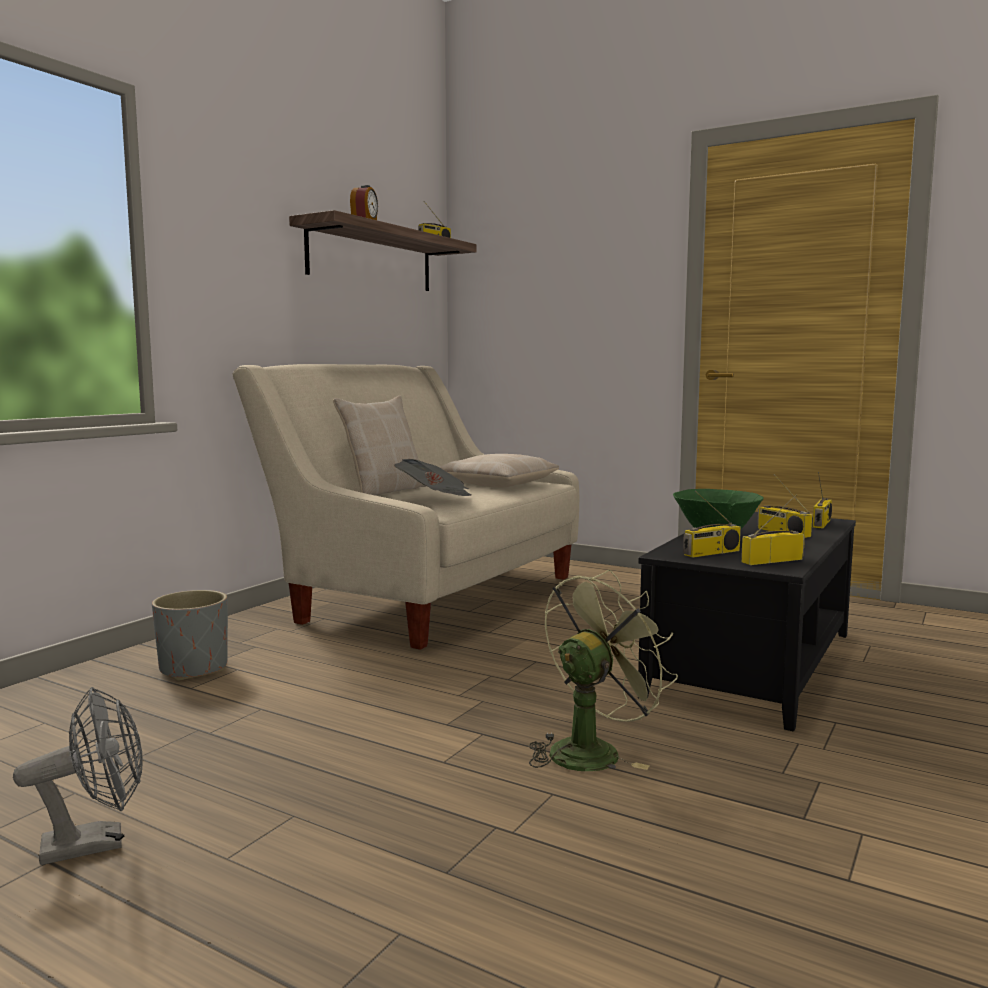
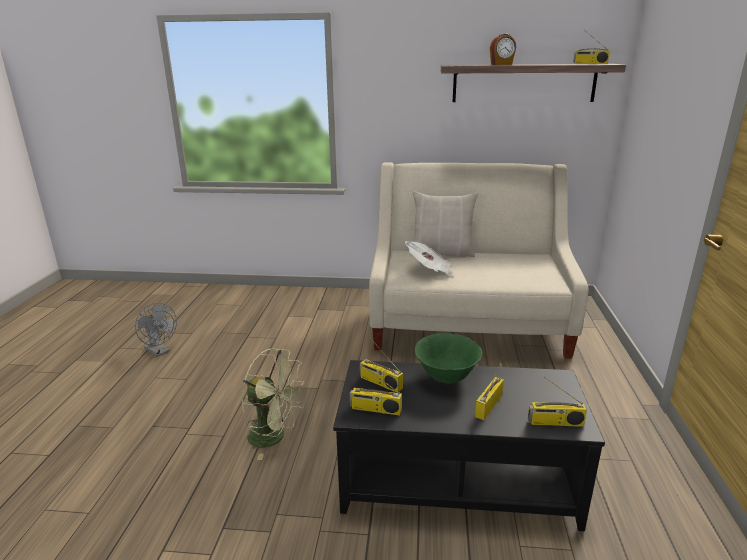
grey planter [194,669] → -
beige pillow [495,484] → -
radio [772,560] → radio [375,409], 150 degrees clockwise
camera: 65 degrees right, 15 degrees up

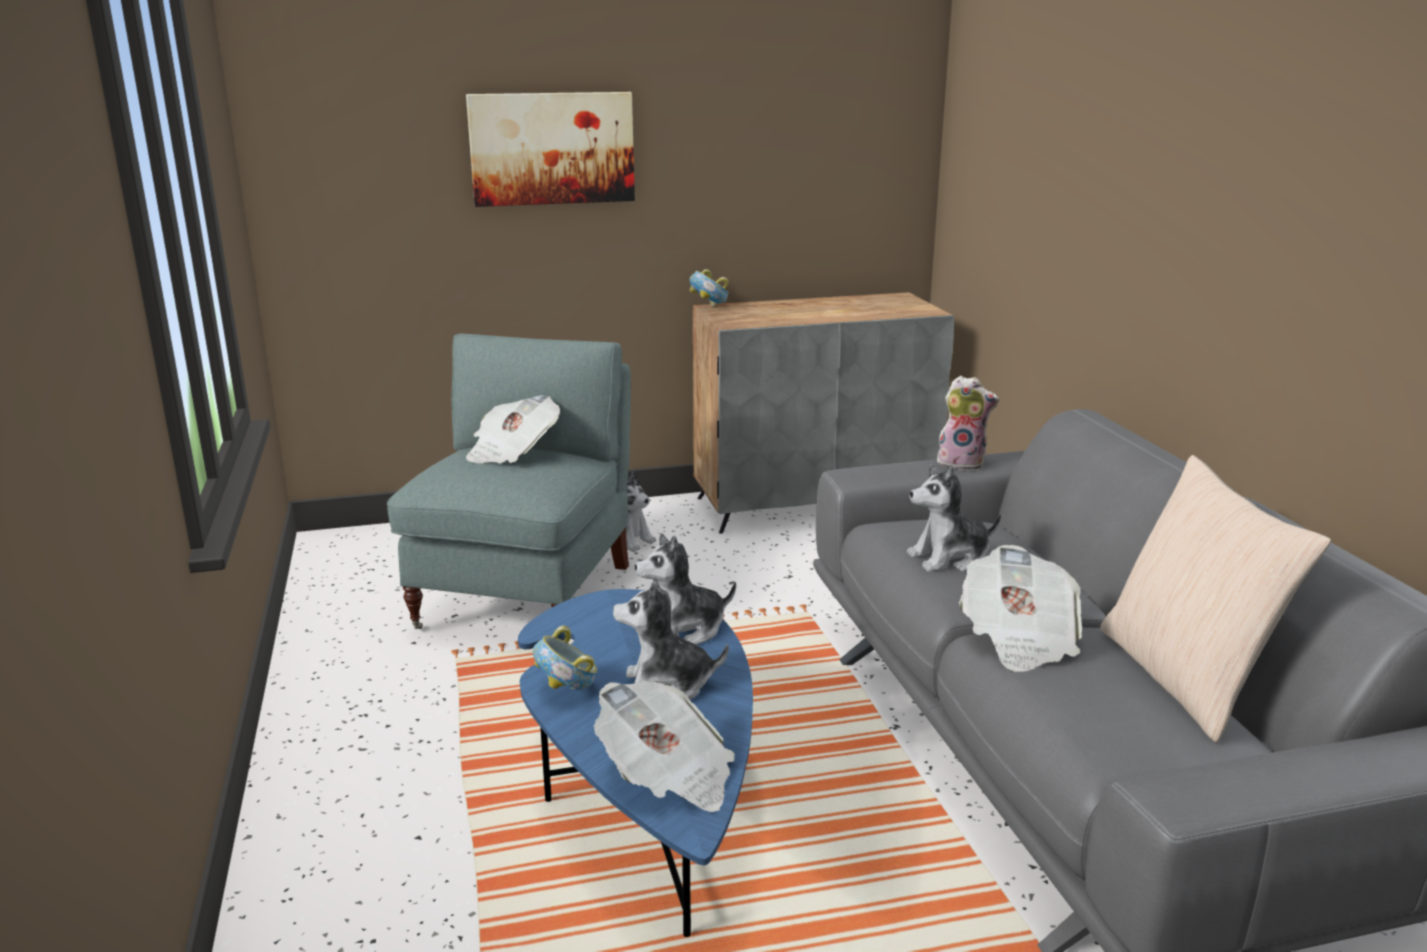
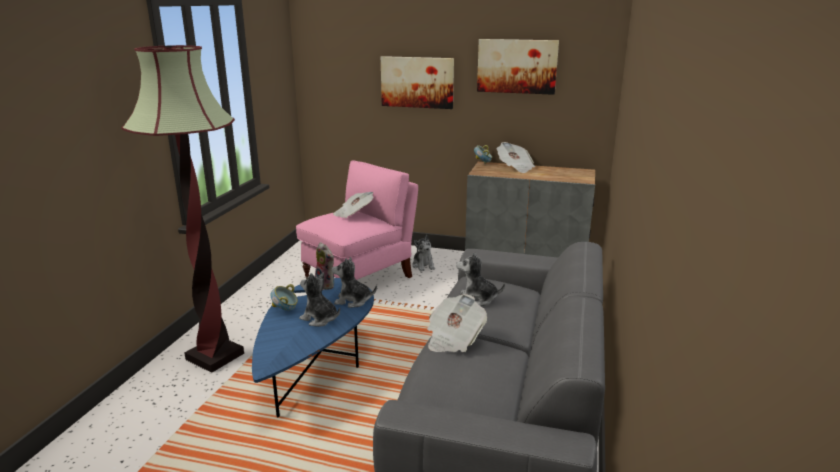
beige pillow [1185,678] → -
- → floor lamp [215,356]
- → picture [517,66]
newspaper [667,776] → newspaper [515,168], relocated
plush toy [962,462] → plush toy [327,285], relocated
grey armchair [526,596] → pink armchair [360,278]
camera: 30 degrees right, 0 degrees up

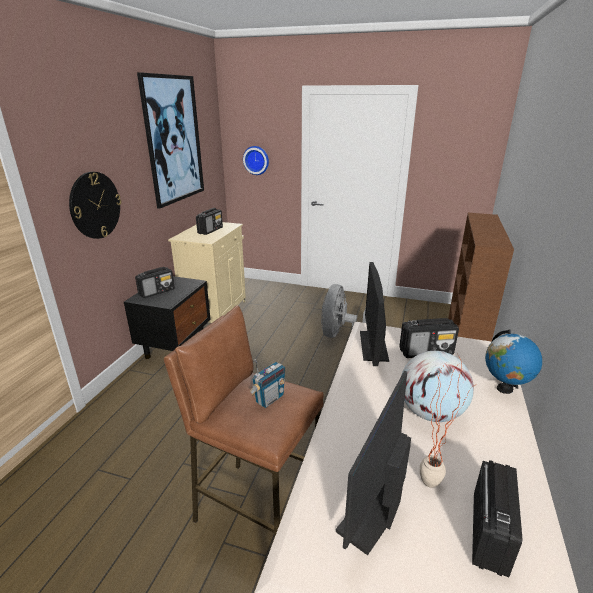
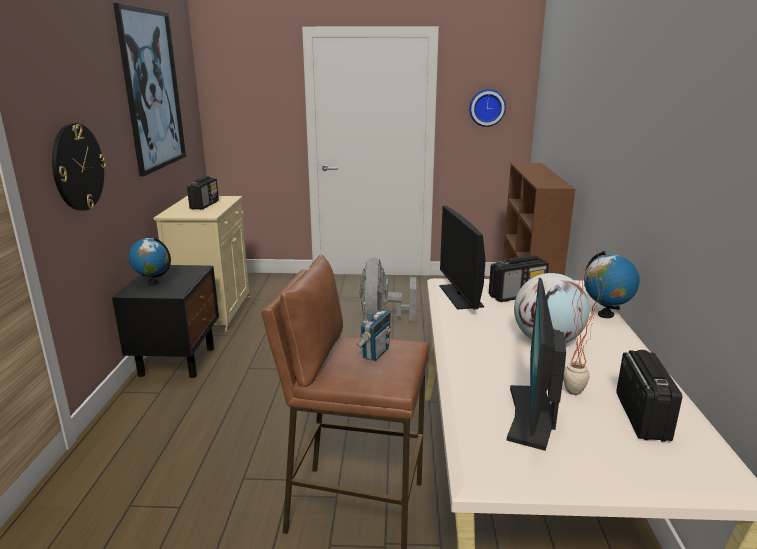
wall clock [256,160] → wall clock [487,107], relocated
radio [157,292] → globe [153,283]
camera: 15 degrees left, 5 degrees down

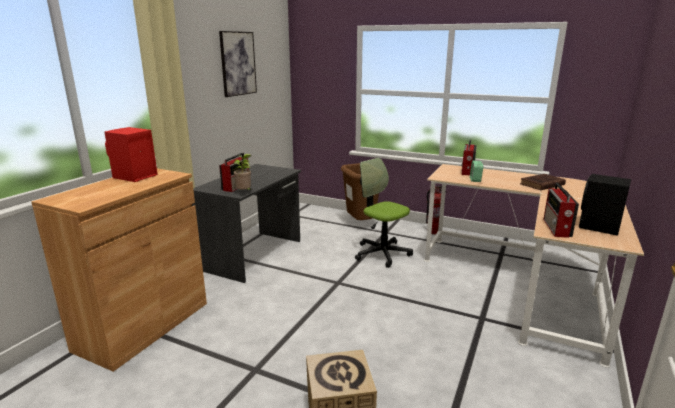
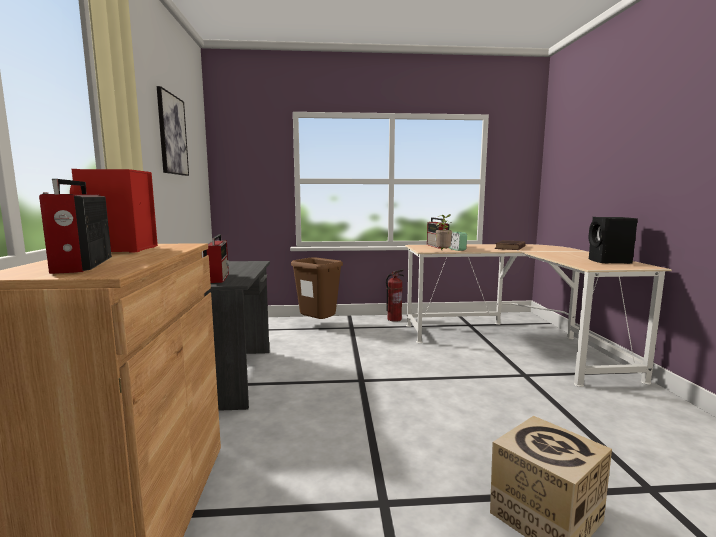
office chair [382,253] → -
potted plant [244,192] → potted plant [443,252], relocated
radio [556,228] → radio [81,265], relocated
camera: 30 degrees left, 10 degrees down

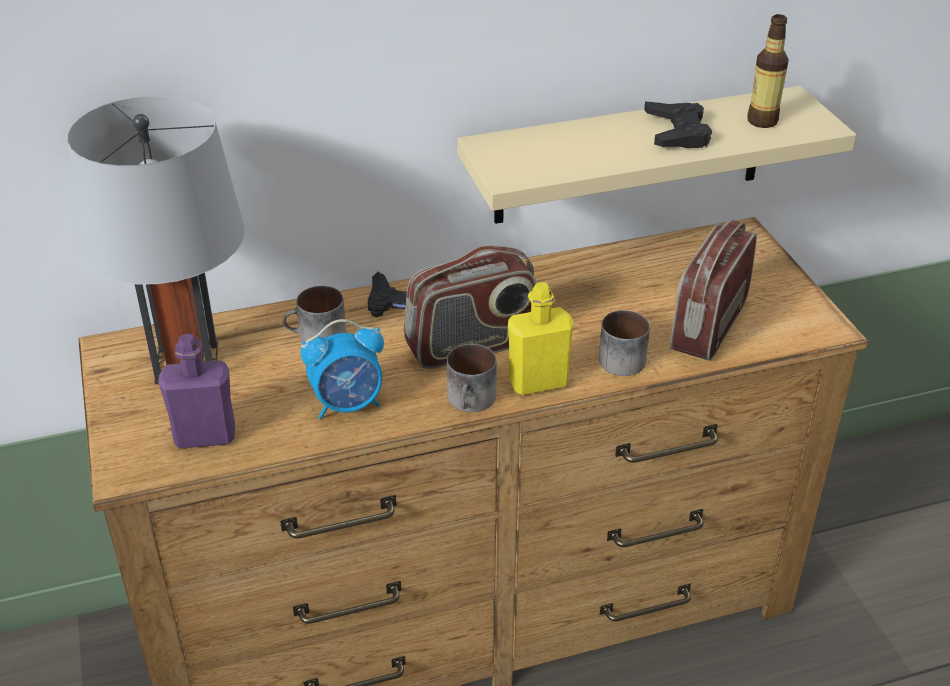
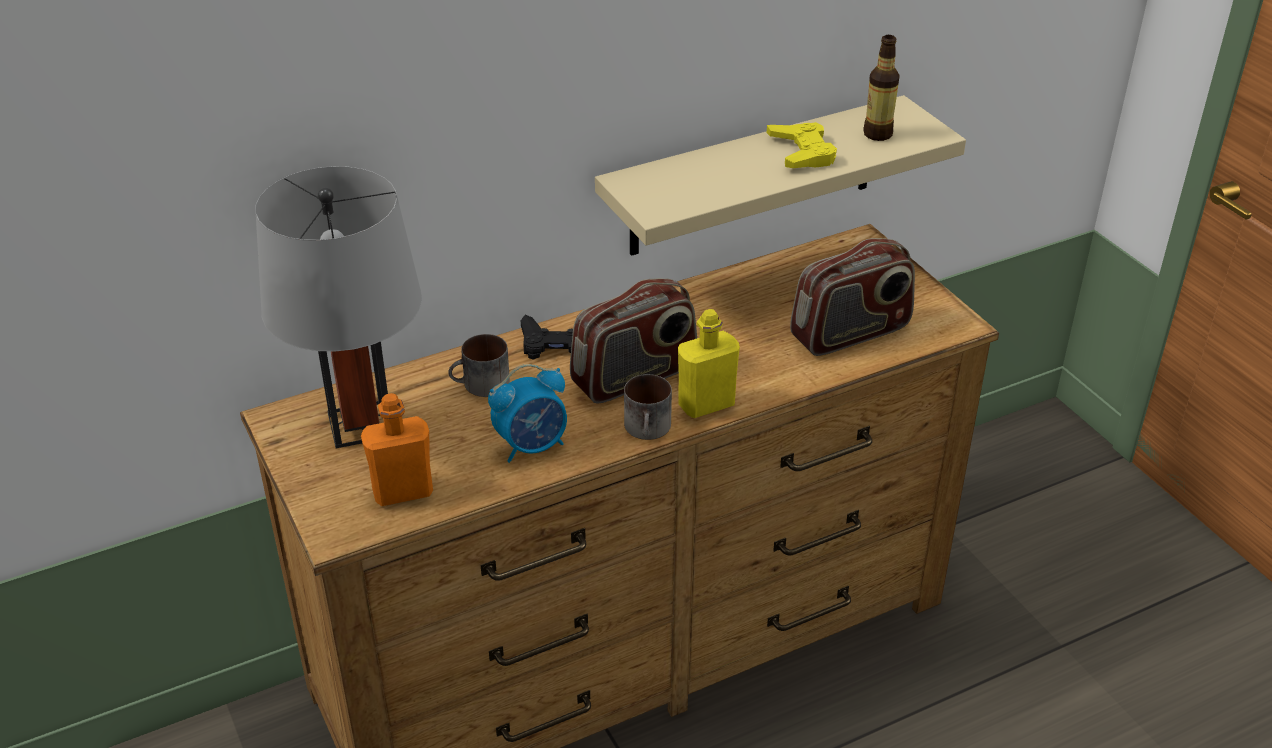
mug [617,357] → -
purple bottle [205,436] → orange bottle [403,492]
black game controller [677,132] → yellow game controller [802,152]
radio [708,325] → radio [851,333], 135 degrees counterclockwise
camera: 10 degrees left, 0 degrees up

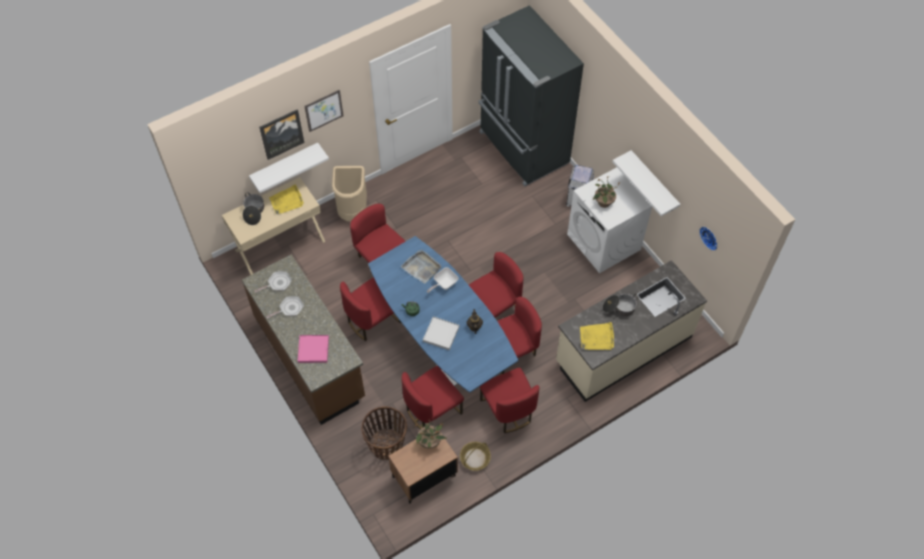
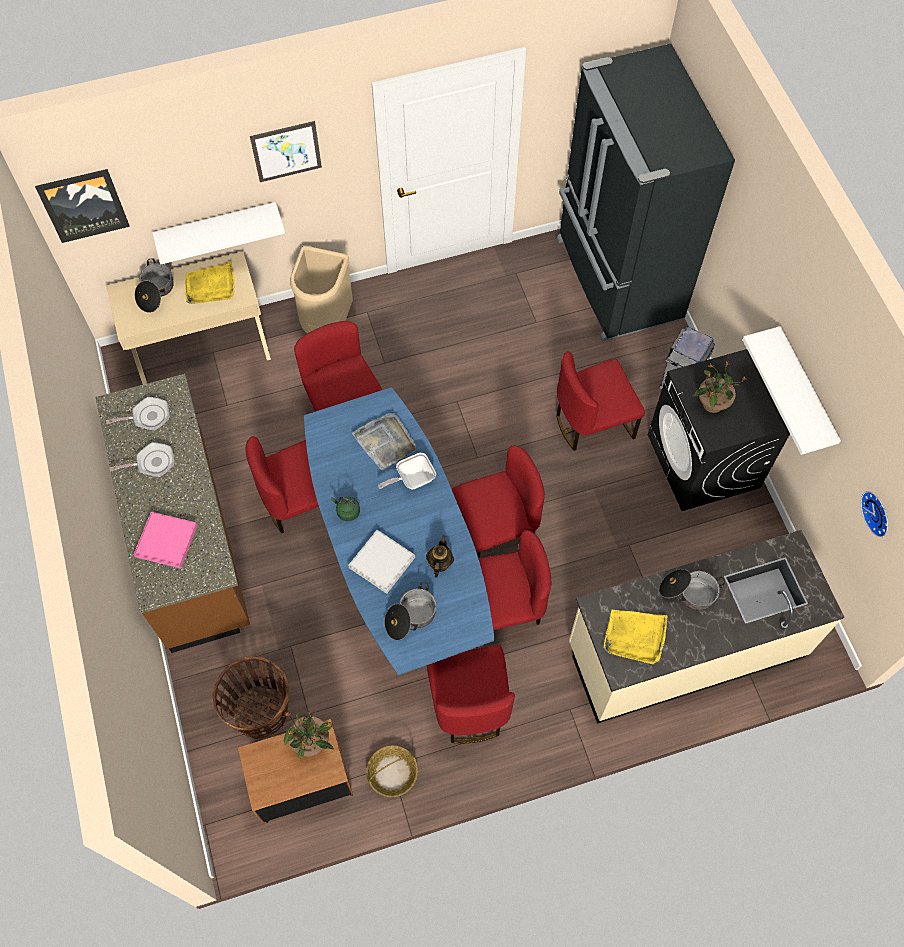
- → cooking pot [410,617]
picture [281,133] → picture [83,205], relocated
red chair [432,409] → red chair [592,422], relocated
white washing machine [604,242] → black washing machine [703,461]
camera: 15 degrees right, 5 degrees up

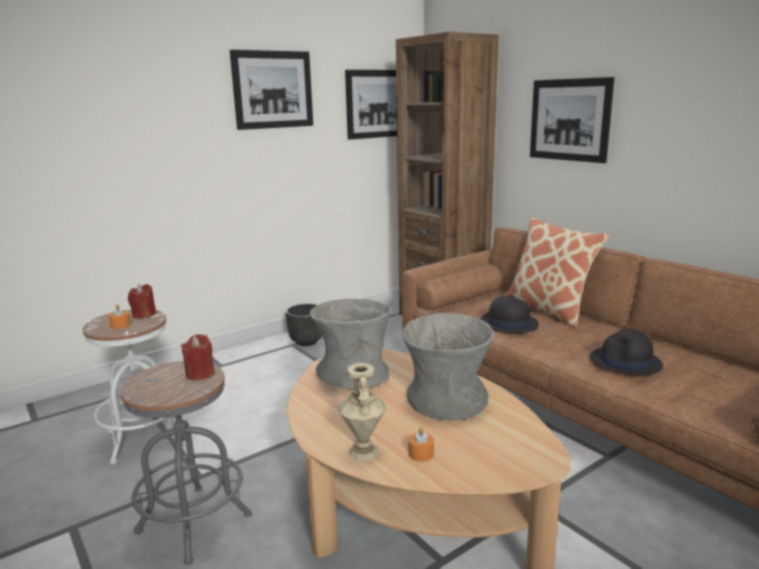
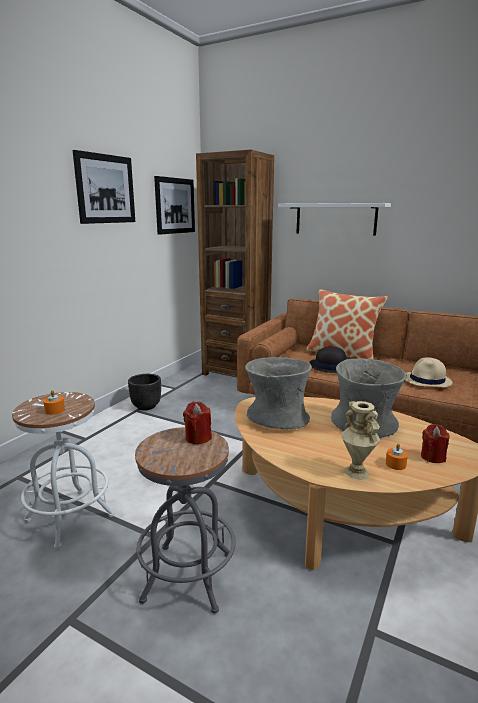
red candle [144,315] → red candle [433,457], relocated
picture [569,120] → white shelf [335,219]
black hat [625,362] → beige hat [427,380]
camera: 25 degrees left, 0 degrees up

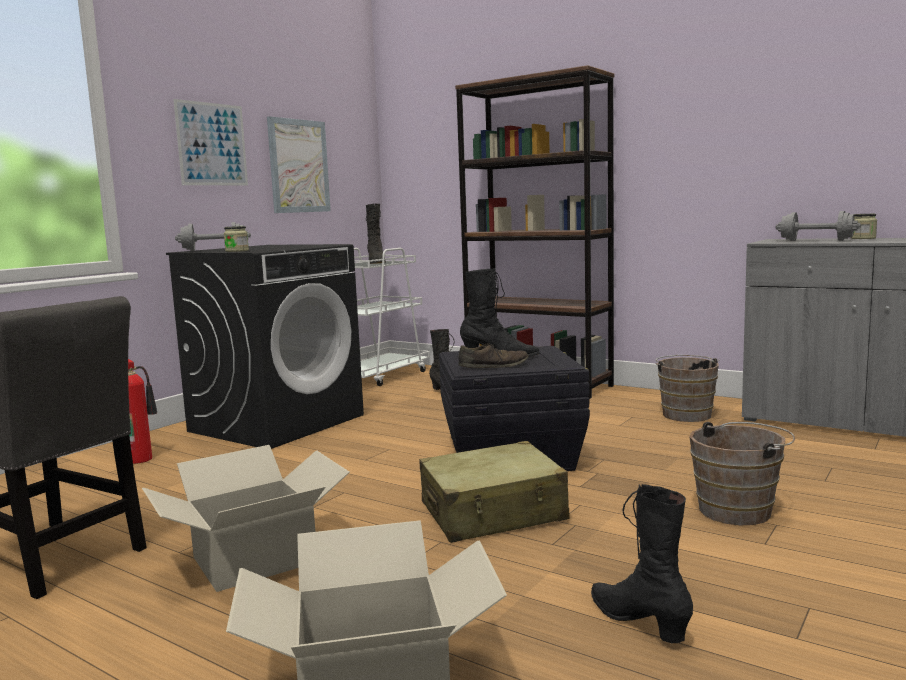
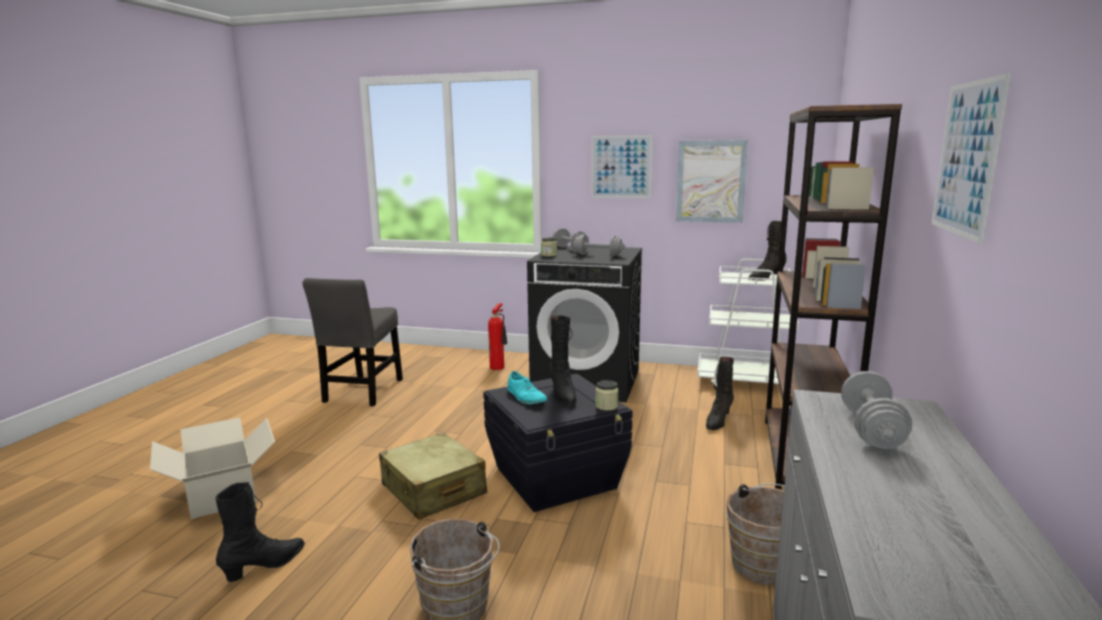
cardboard box [254,559] → -
- → grey dumbbell [598,255]
- → picture [966,159]
jar [863,238] → jar [606,406], relocated
brown shoe [494,365] → turquoise shoe [526,397]
camera: 70 degrees right, 5 degrees up

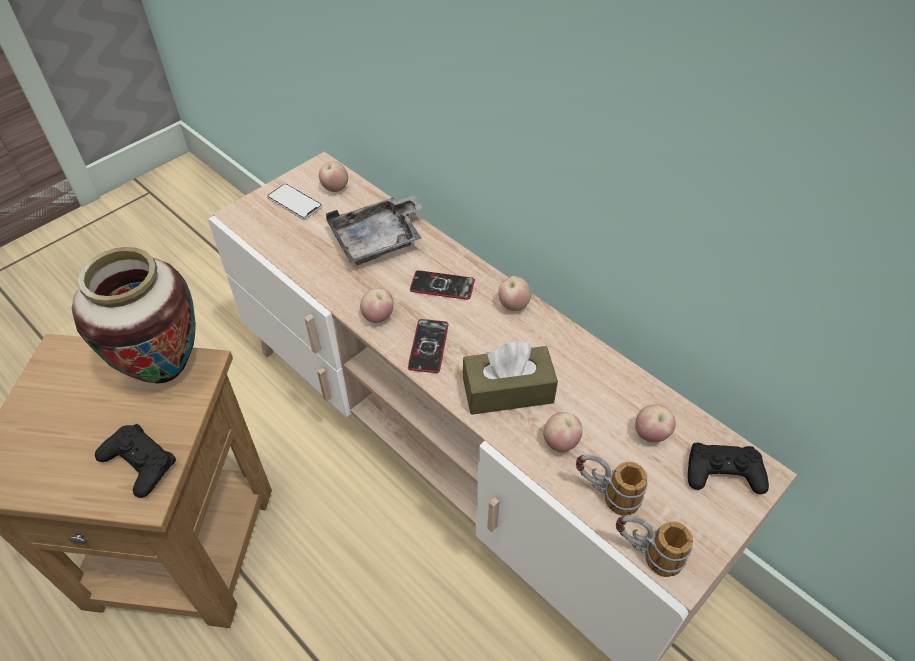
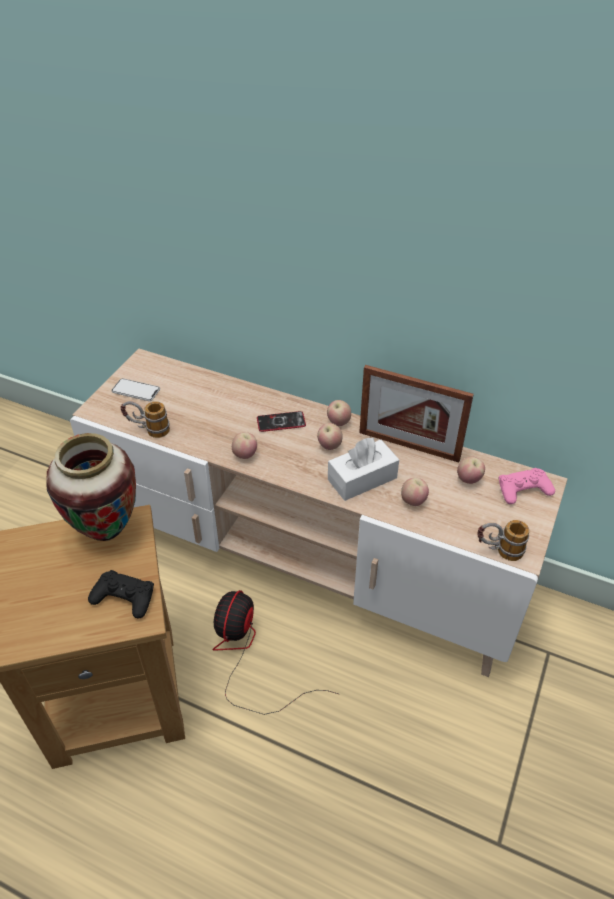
grey tray [378,240] → -
phone [428,346] → -
- → fan [248,656]
- → picture frame [408,446]
apple [335,188] → apple [329,446], relocated
mug [605,494] → mug [148,430], relocated
brown tissue box [508,391] → white tissue box [362,479]
black game controller [723,472] → pink game controller [523,489]
camera: 20 degrees left, 5 degrees down

